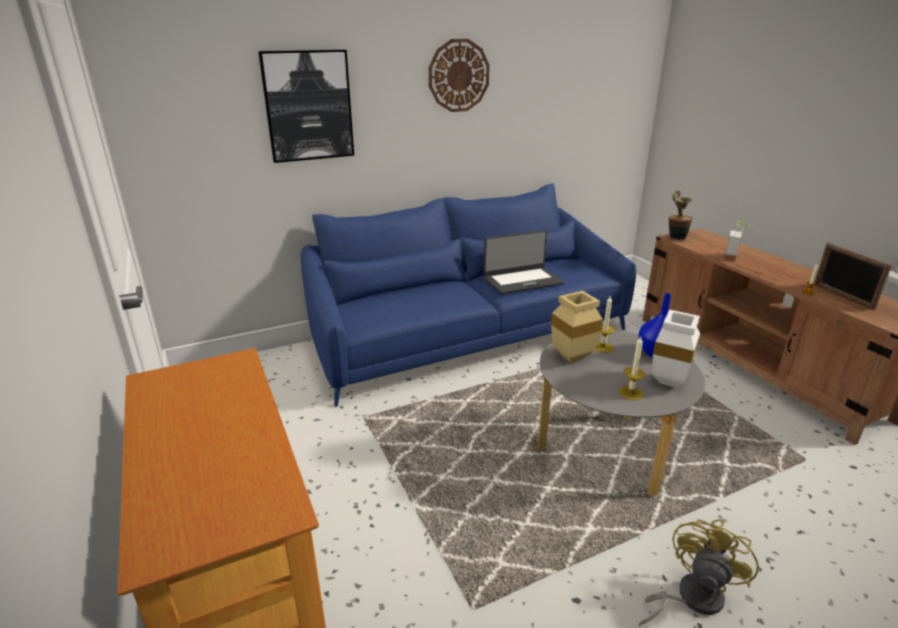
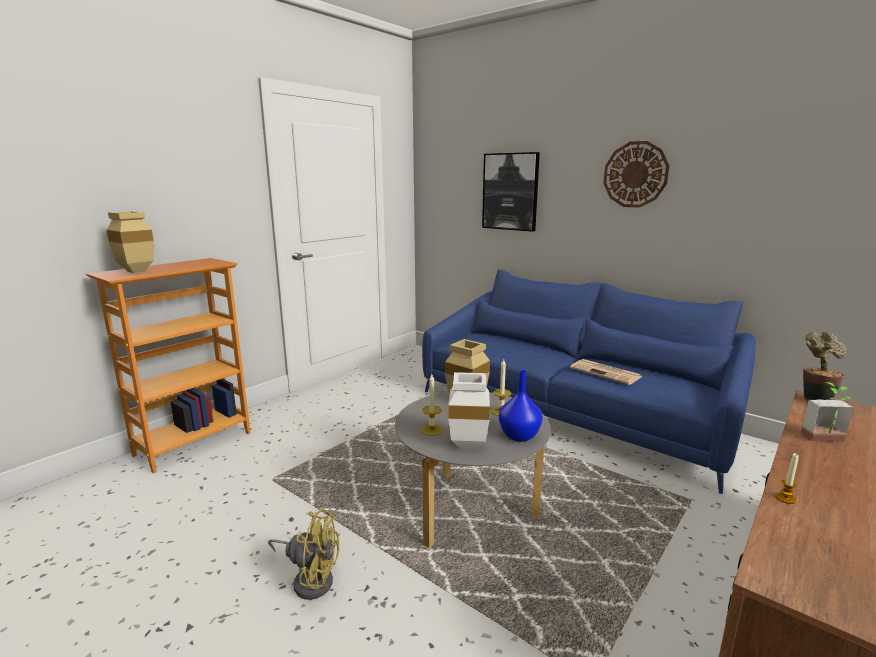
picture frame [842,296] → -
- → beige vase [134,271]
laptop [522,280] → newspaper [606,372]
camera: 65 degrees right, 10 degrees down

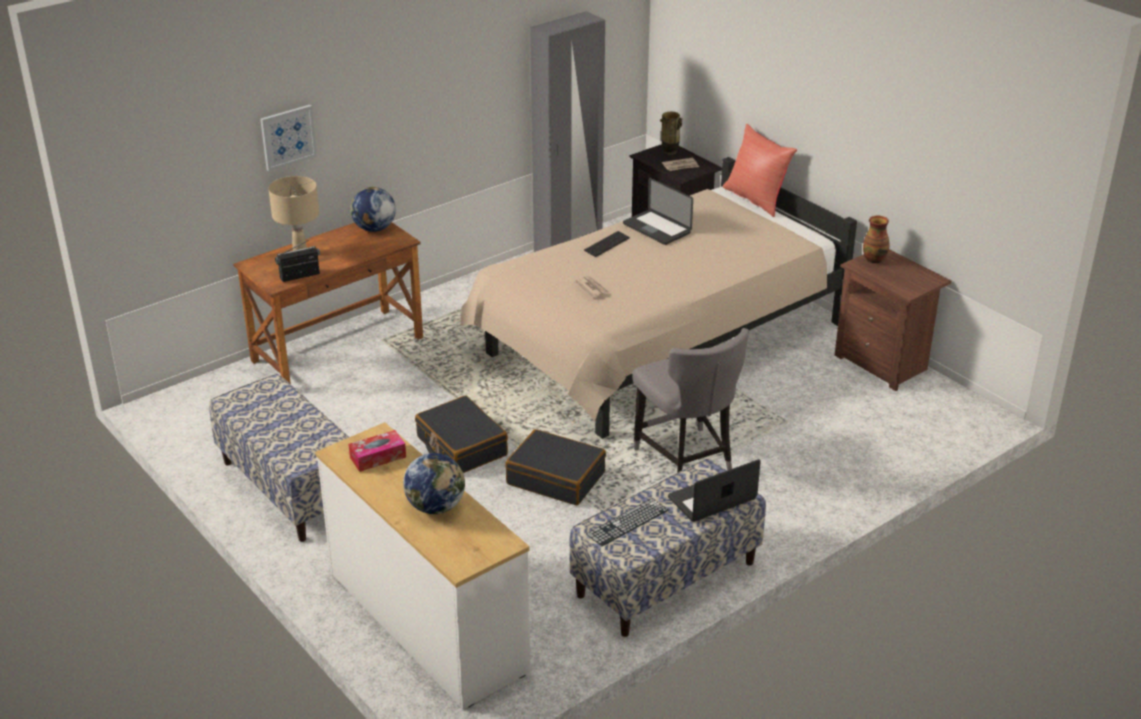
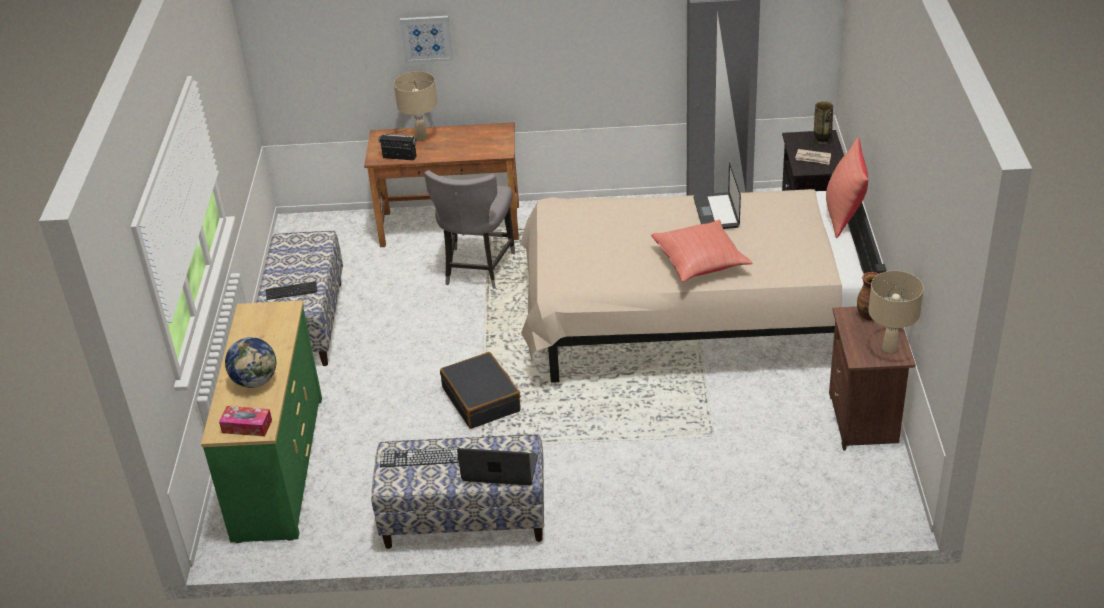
globe [374,229] → -
black suitcase [461,446] → -
newspaper [592,288] → -
- → red pillow [701,263]
- → beige table lamp [889,349]
tissue box [378,457] → tissue box [247,426], relocated
keyboard [607,245] → keyboard [291,291], relocated
grey chair [686,460] → grey chair [476,269], relocated
white dresser [426,622] → green dresser [278,467]
camera: 40 degrees right, 5 degrees up

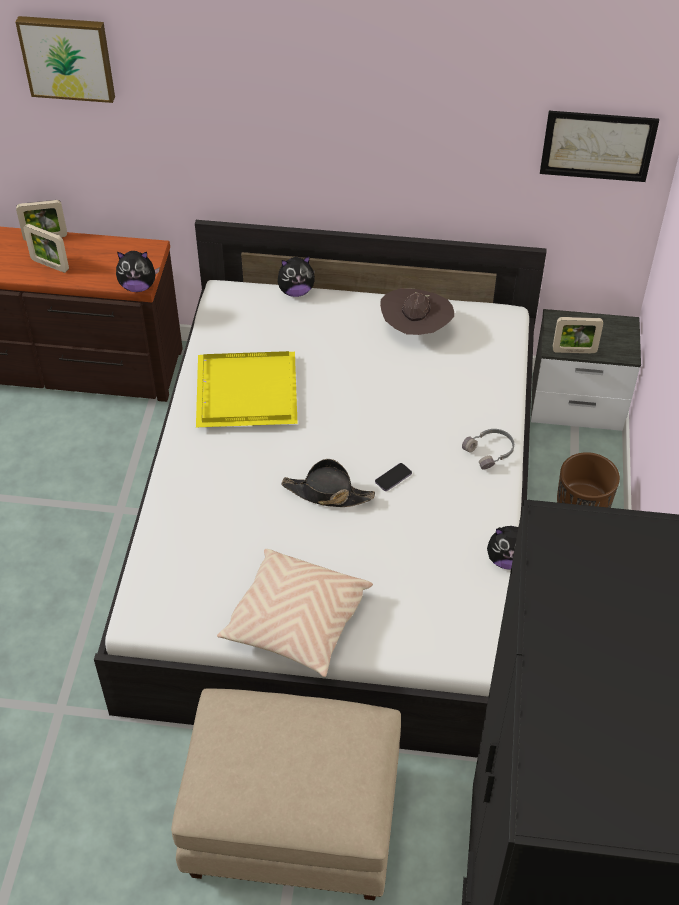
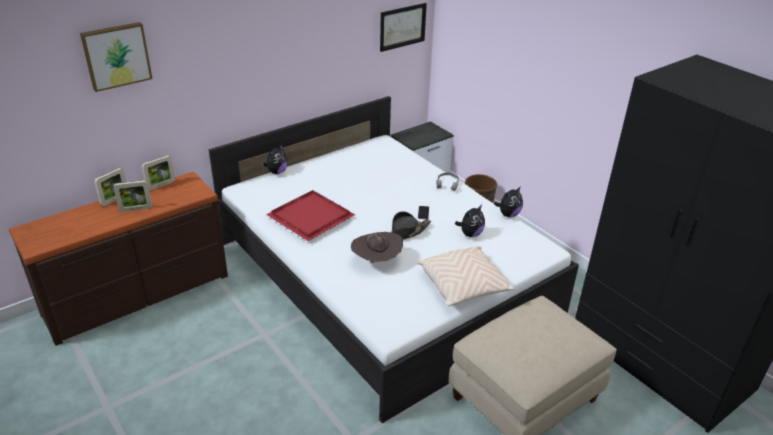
plush toy [138,286] → plush toy [470,234], relocated
brown hat [415,330] → brown hat [376,261], relocated
picture frame [574,351] → picture frame [161,185], relocated
yellow tray [244,390] → red tray [309,217]
camera: 45 degrees left, 15 degrees down

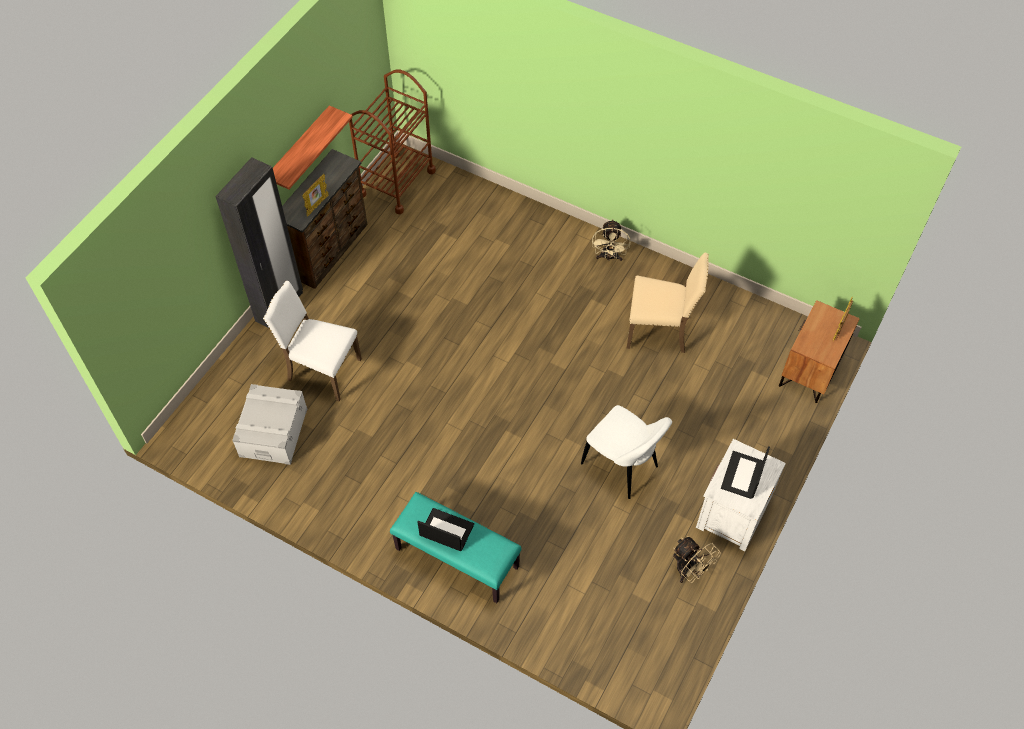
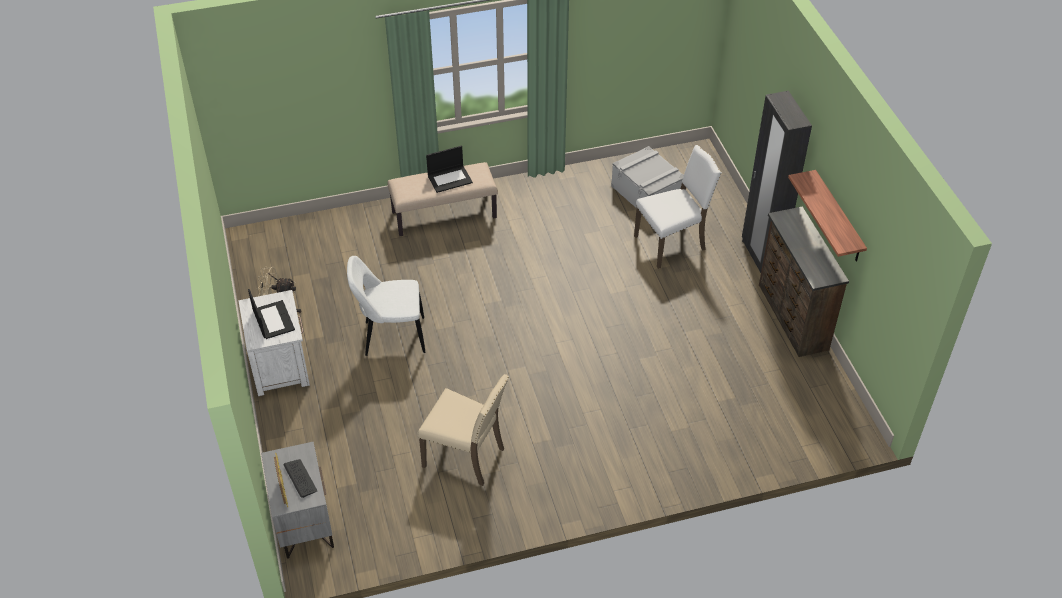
picture frame [317,205] → -
brown cart [397,183] → -
beige fan [609,257] → -
- → keyboard [300,478]
turquoise bench [456,558] → beige bench [444,214]
brown nightstand [810,371] → grey nightstand [303,522]
beige chair [659,331] → beige chair [466,456], 120 degrees counterclockwise
camera: 135 degrees right, 10 degrees down

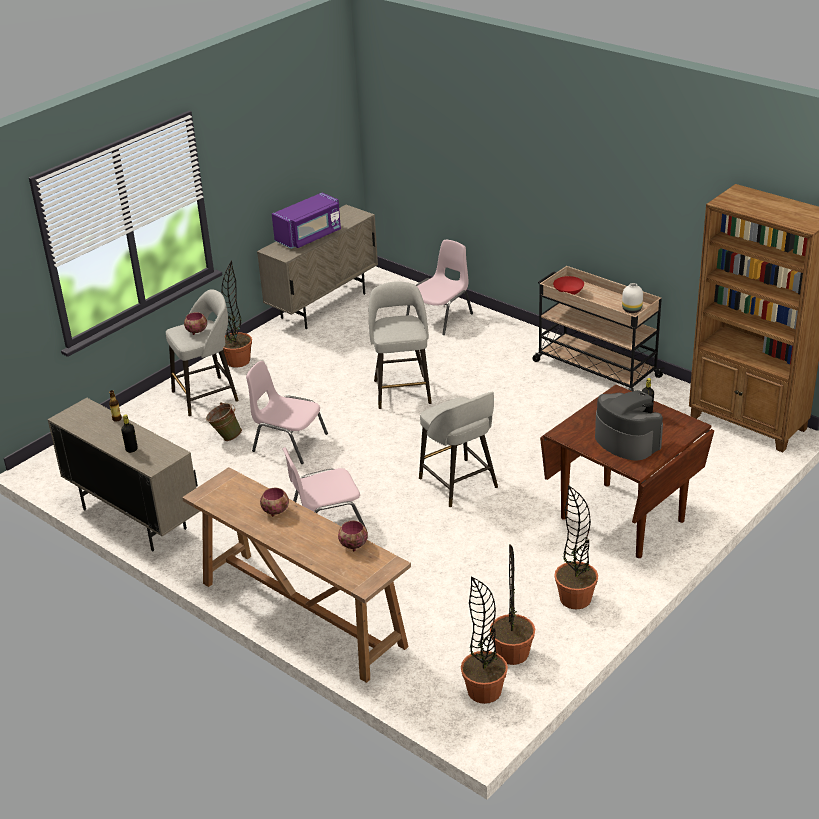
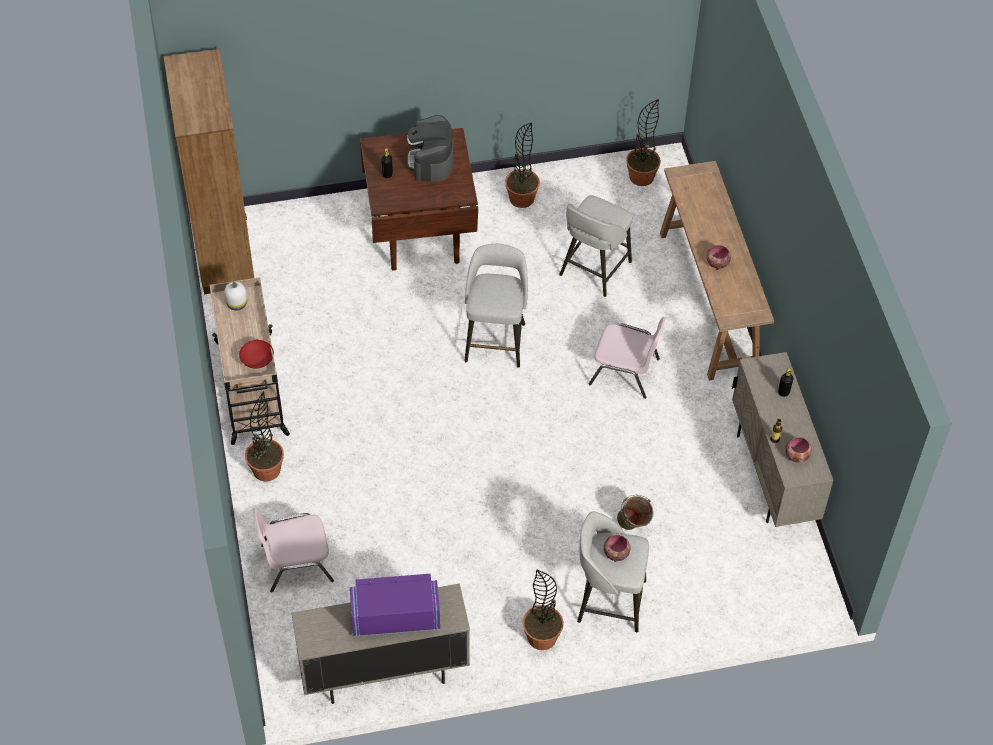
pink chair [288,442] → -
bowl [353,545] → bowl [797,456], relocated
grey stool [402,390] → grey stool [594,270], relocated
potted plant [512,653] → potted plant [266,469], relocated
camera: 145 degrees left, 20 degrees up

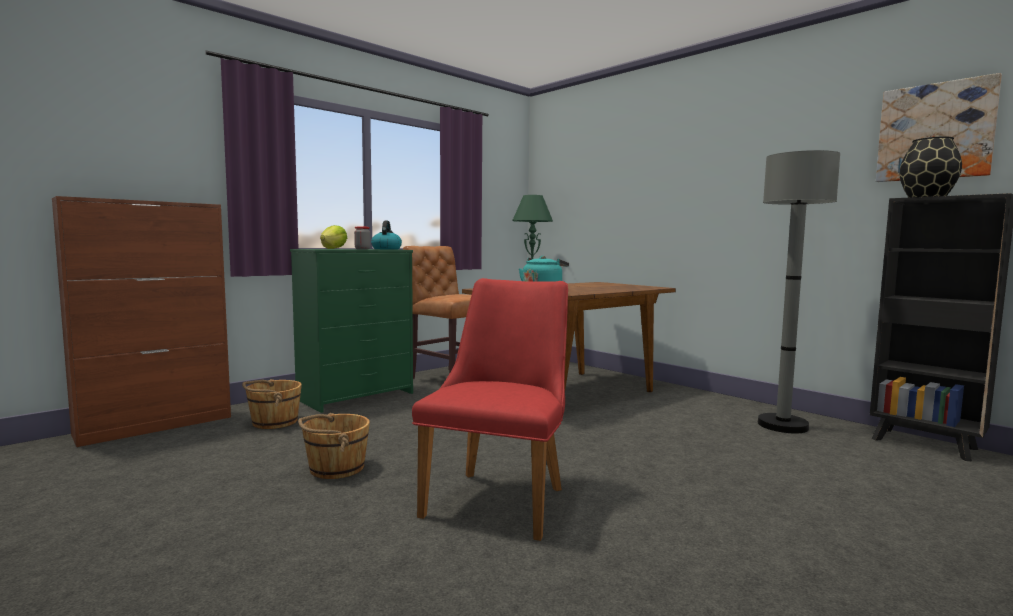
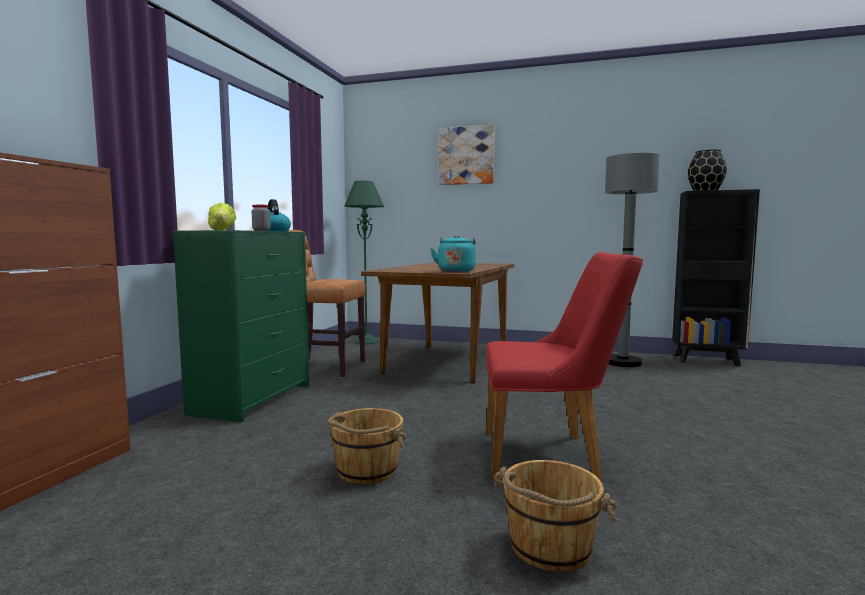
brown bucket [274,422] → brown bucket [549,547], relocated
picture [935,132] → picture [466,155], relocated
red chair [502,496] → red chair [552,454], 105 degrees clockwise
camera: 30 degrees left, 0 degrees up

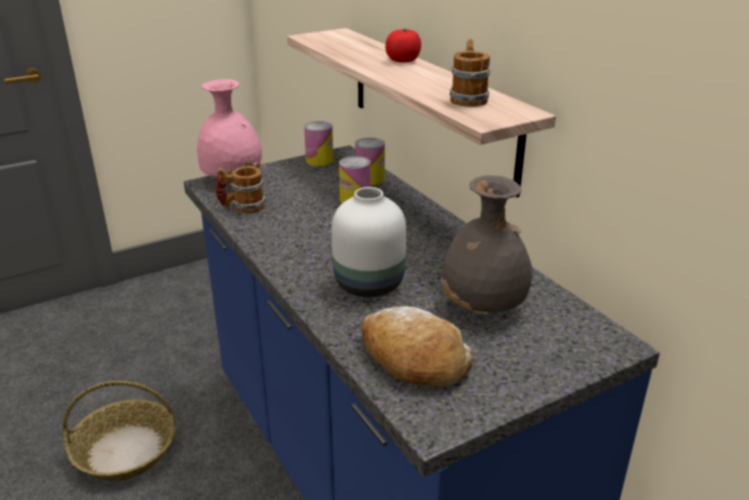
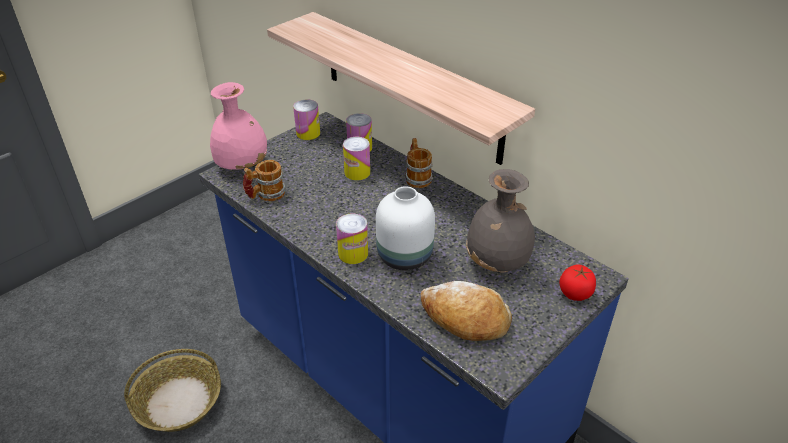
- → can [353,253]
tomato [403,60] → tomato [575,293], relocated
mug [468,98] → mug [417,177], relocated
camera: 15 degrees left, 10 degrees up

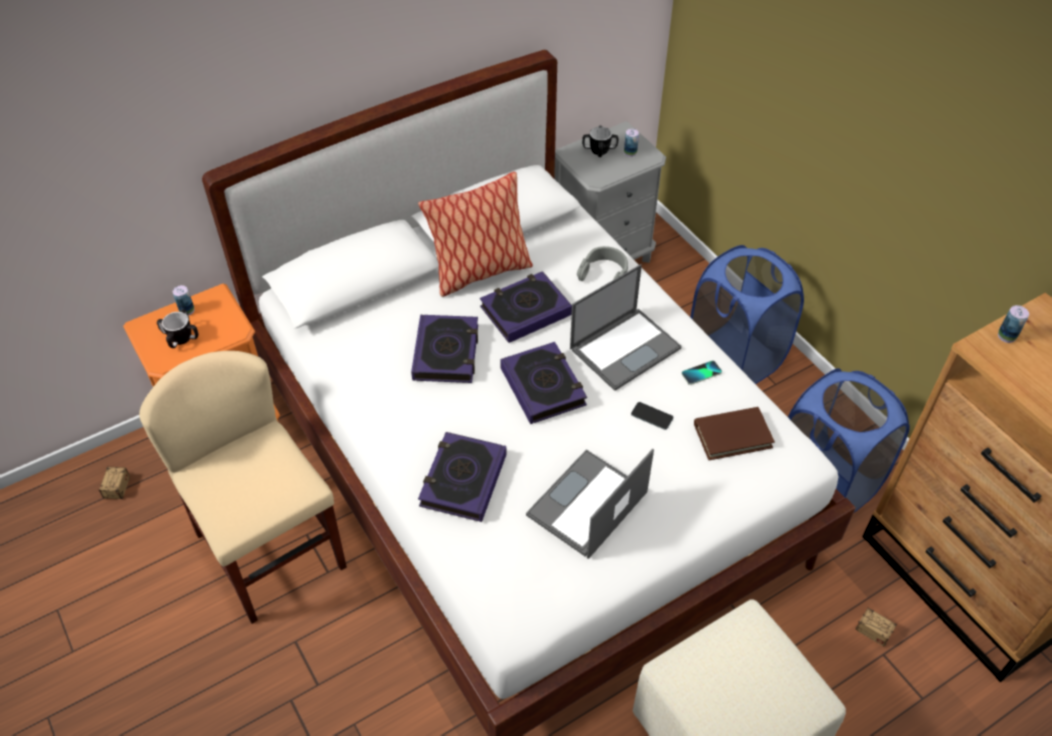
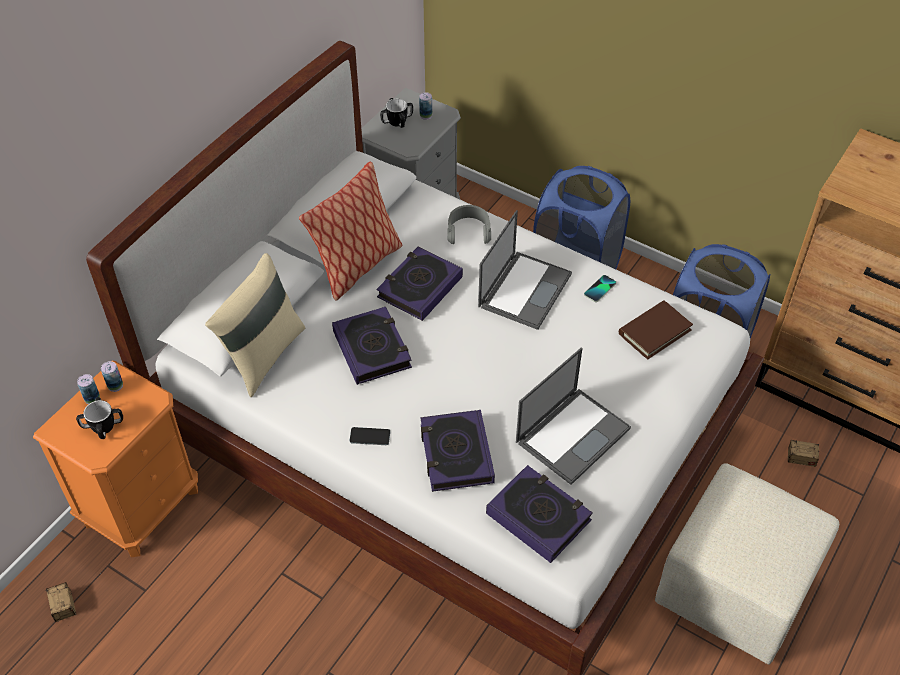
beige chair [271,550] → -
- → beige pillow [263,355]
book [543,386] → book [538,517], relocated
phone [652,416] → phone [370,436], relocated
can [1006,336] → can [115,386], relocated
laptop [587,505] → laptop [573,434], 150 degrees counterclockwise
camera: 25 degrees left, 0 degrees up

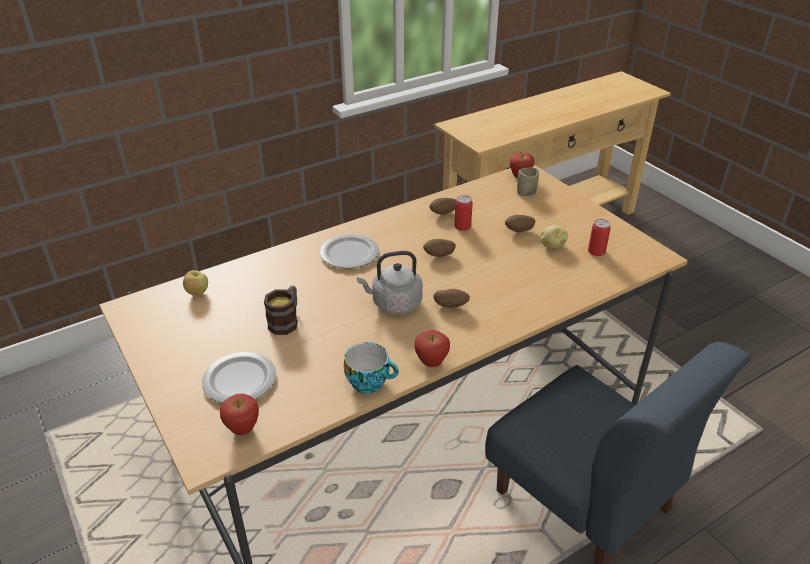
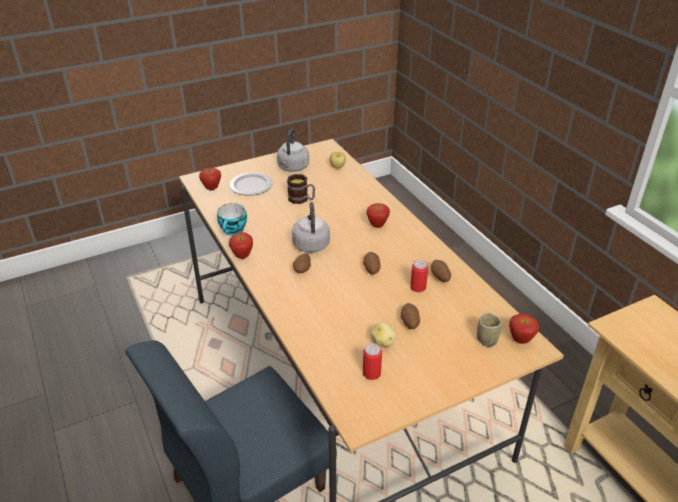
- → grey kettle [293,168]
plate [350,254] → apple [377,225]
camera: 95 degrees right, 0 degrees up

